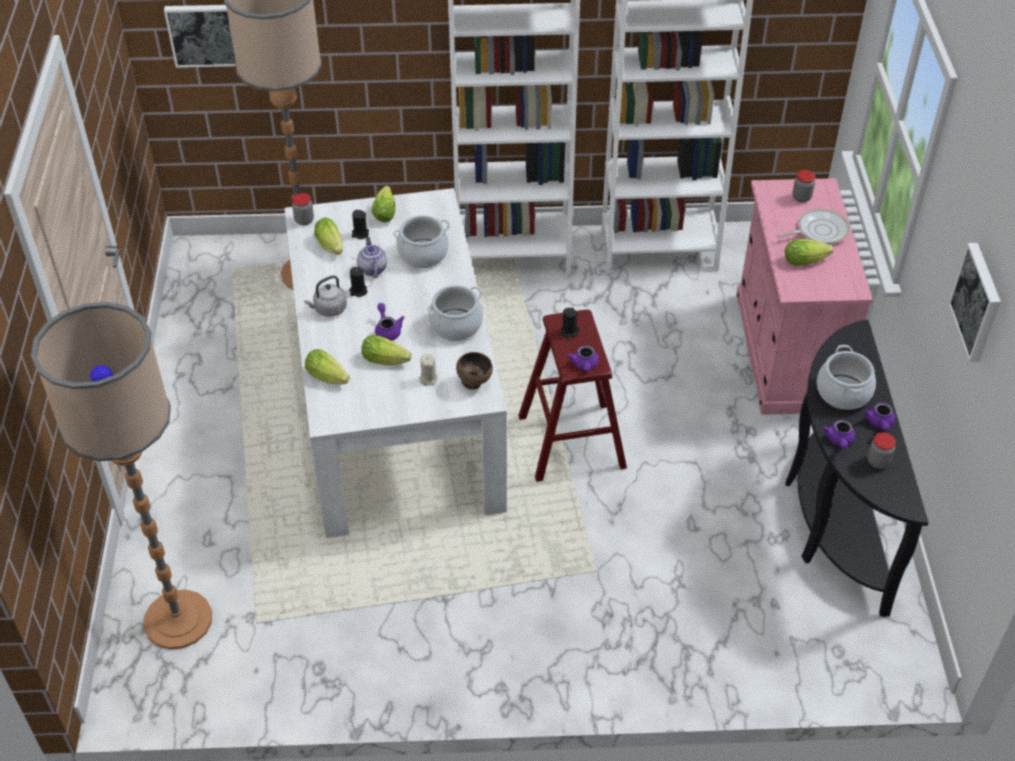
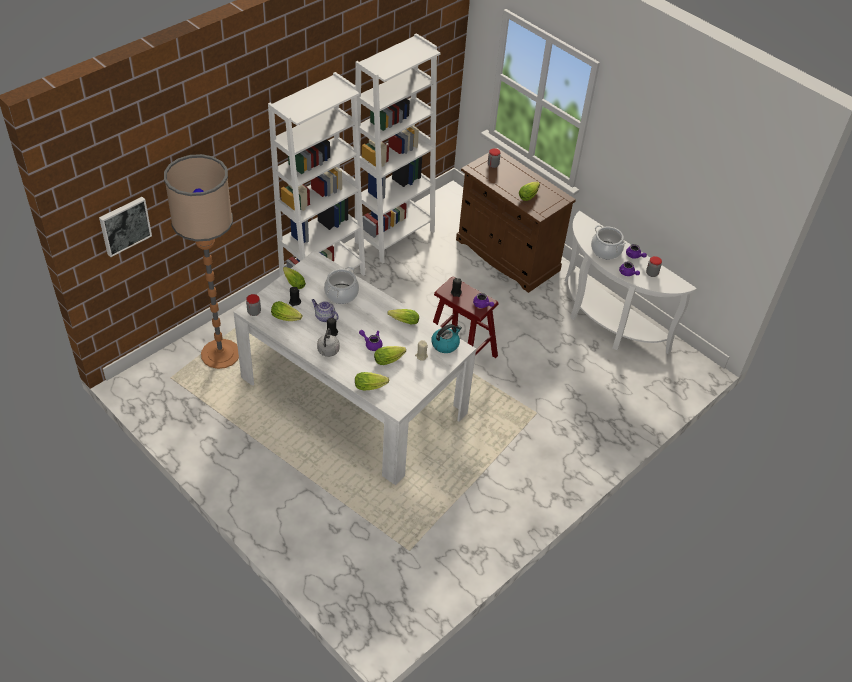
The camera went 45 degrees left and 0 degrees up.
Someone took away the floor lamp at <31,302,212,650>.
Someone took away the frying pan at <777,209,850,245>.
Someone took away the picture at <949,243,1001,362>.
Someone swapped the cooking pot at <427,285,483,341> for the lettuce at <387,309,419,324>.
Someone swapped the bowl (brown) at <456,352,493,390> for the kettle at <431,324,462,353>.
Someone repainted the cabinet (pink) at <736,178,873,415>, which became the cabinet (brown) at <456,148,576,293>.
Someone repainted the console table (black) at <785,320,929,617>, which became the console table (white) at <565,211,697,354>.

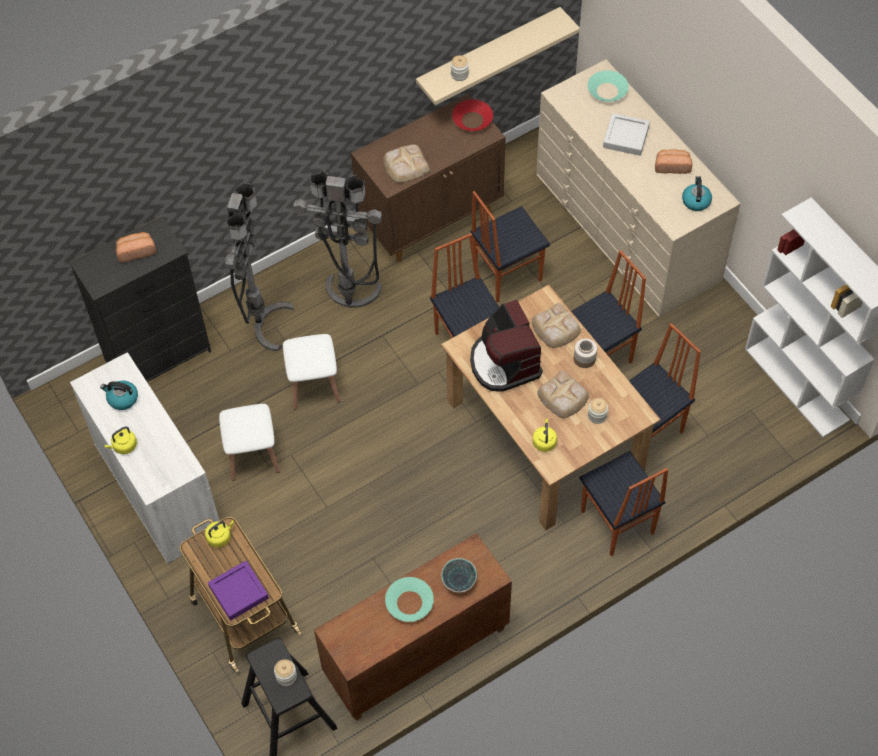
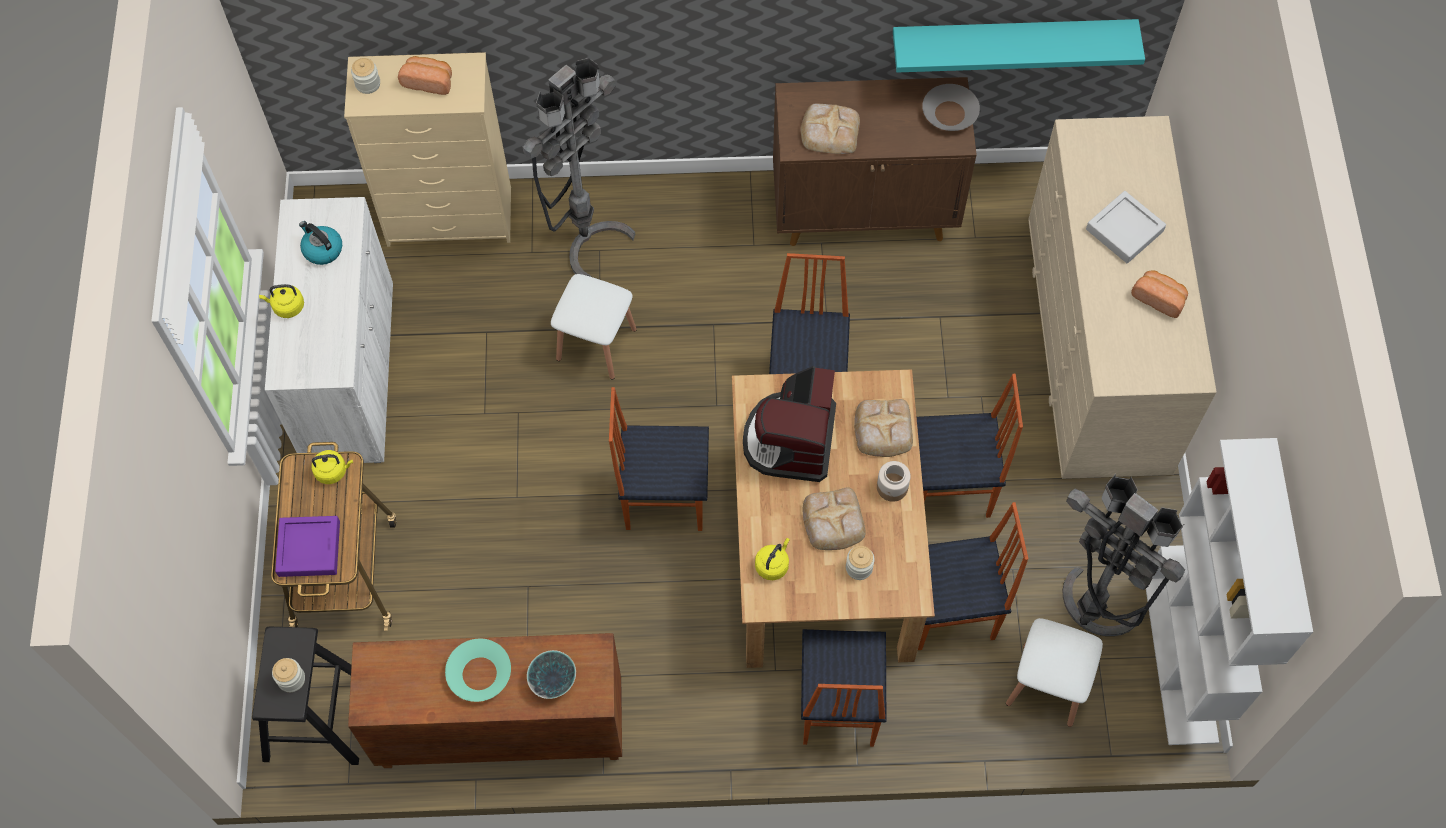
The camera went 30 degrees right and 5 degrees up.
Someone took away the bowl (turquoise) at <588,70,629,102>.
Someone took away the kettle at <682,176,712,211>.
Someone carried the stool (white) from <219,404,280,481> to <1006,618,1103,727>.
Someone carried the floor lamp (grey) from <293,170,382,308> to <1062,474,1185,636>.
Someone carried the jar from <451,55,469,81> to <351,58,380,94>.
Someone carried the chair from <470,191,550,303> to <609,387,709,531>.
Someone repainted the dresser (black) at <69,216,211,382>, which became the dresser (beige) at <344,52,511,247>.
Someone repainted the shelf (beige) at <416,7,580,105>, which became the shelf (turquoise) at <893,19,1145,72>.
Someone repainted the bowl (red) at <452,99,493,131>, which became the bowl (grey) at <922,84,980,131>.

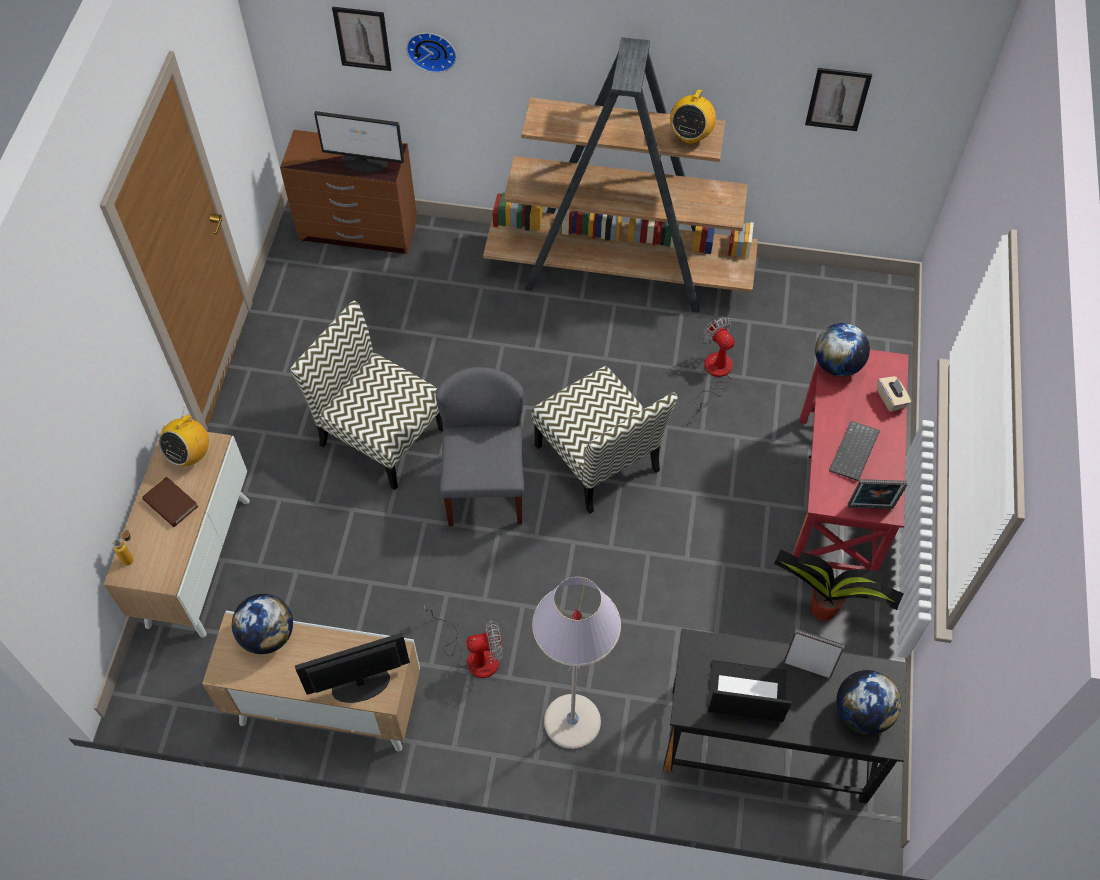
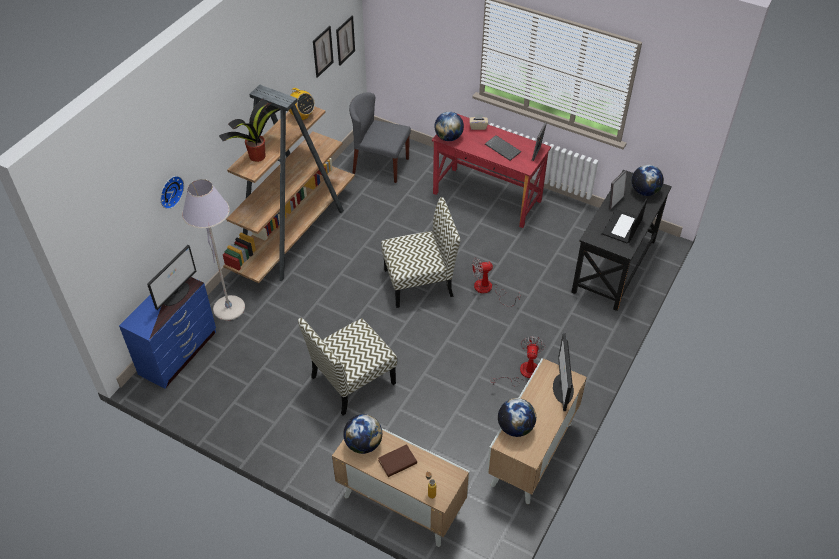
The camera went 70 degrees left and 10 degrees down.
Someone carried the picture from <332,7,391,71> to <336,16,355,66>.
Someone carried the chair (grey) from <435,367,524,526> to <349,92,411,183>.
Someone carried the floor lamp (grey) from <532,577,621,749> to <182,179,245,321>.
Someone carried the fan from <695,317,735,411> to <472,257,520,307>.
Someone carried the potted plant from <774,549,904,621> to <219,98,281,162>.
Someone swapped the radio at <159,407,209,466> for the globe at <343,414,382,454>.
Someone repainted the dresser (brown) at <280,130,417,254>, which became the dresser (blue) at <119,277,216,389>.

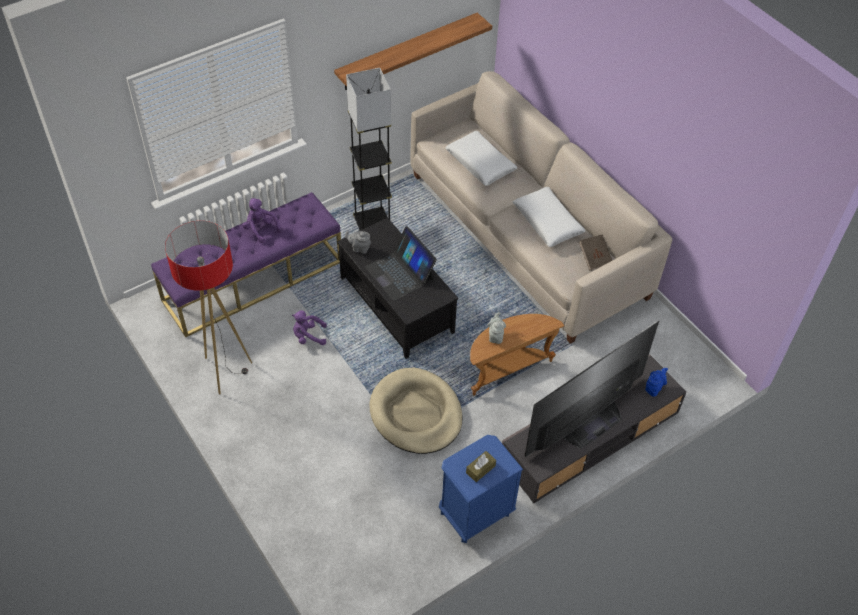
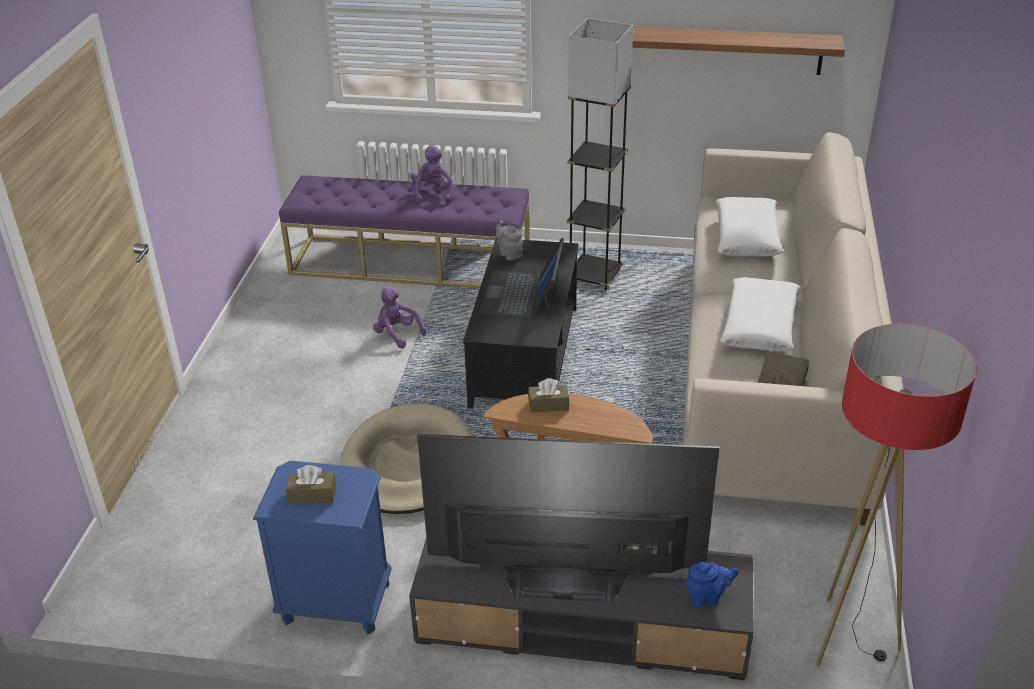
The camera went 45 degrees right and 15 degrees down.
Someone carried the floor lamp from <165,221,252,394> to <816,324,977,666>.
Someone swapped the teapot (grey) at <488,312,506,344> for the tissue box (brown) at <528,378,569,413>.

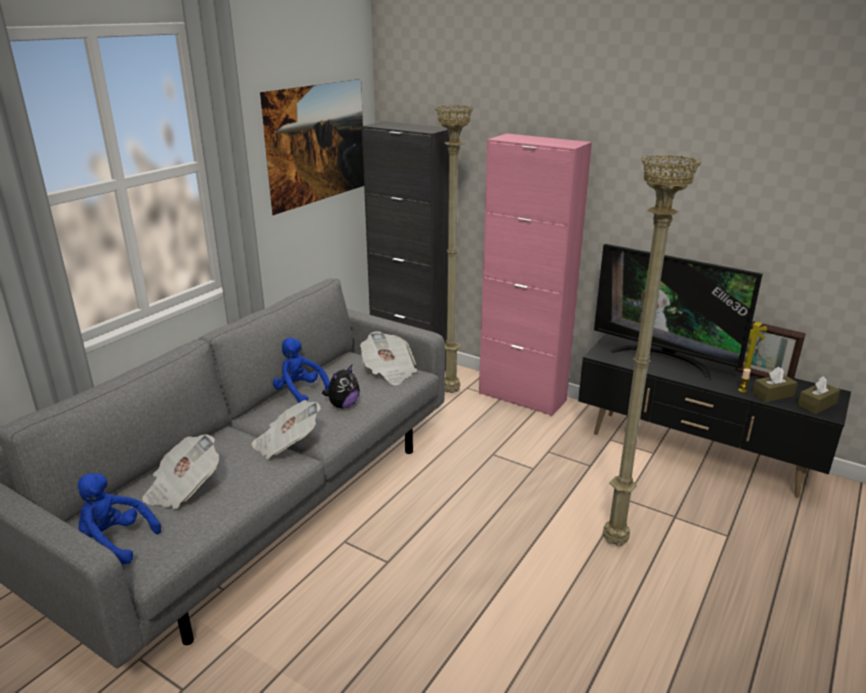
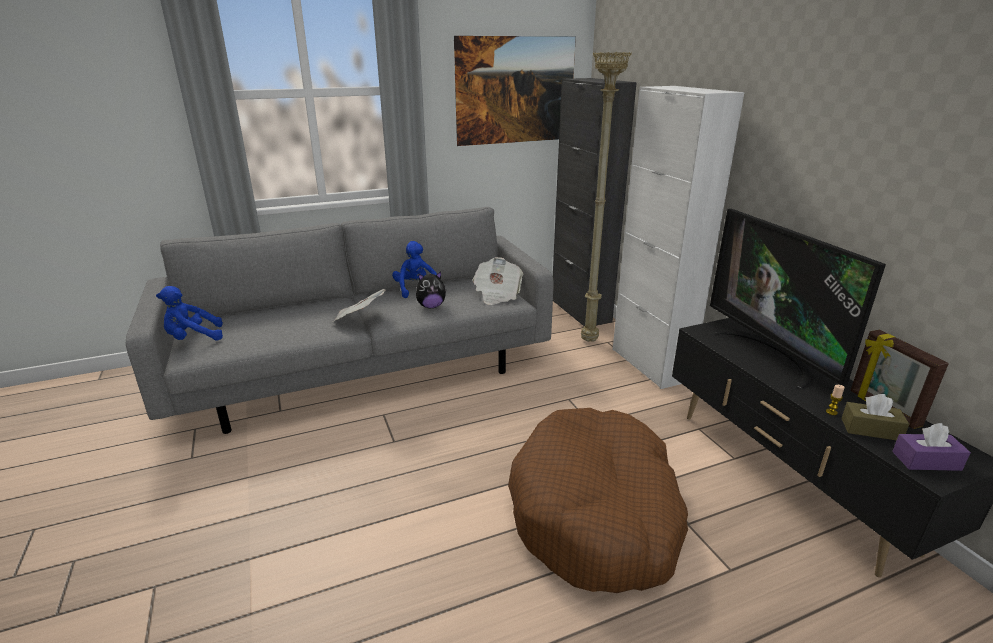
The camera went 35 degrees right and 0 degrees up.
Someone took away the newspaper at <142,434,219,509>.
Someone swapped the floor lamp (beige) at <603,155,701,546> for the dog bed (brown) at <508,408,688,593>.
Someone repainted the cabinet (pink) at <479,133,592,417>, which became the cabinet (white) at <613,86,744,389>.
Someone repainted the tissue box (brown) at <797,376,840,414>, which became the tissue box (purple) at <892,423,971,471>.
Someone rotated the plush toy (blue) at <78,473,161,565> by 75 degrees counterclockwise.

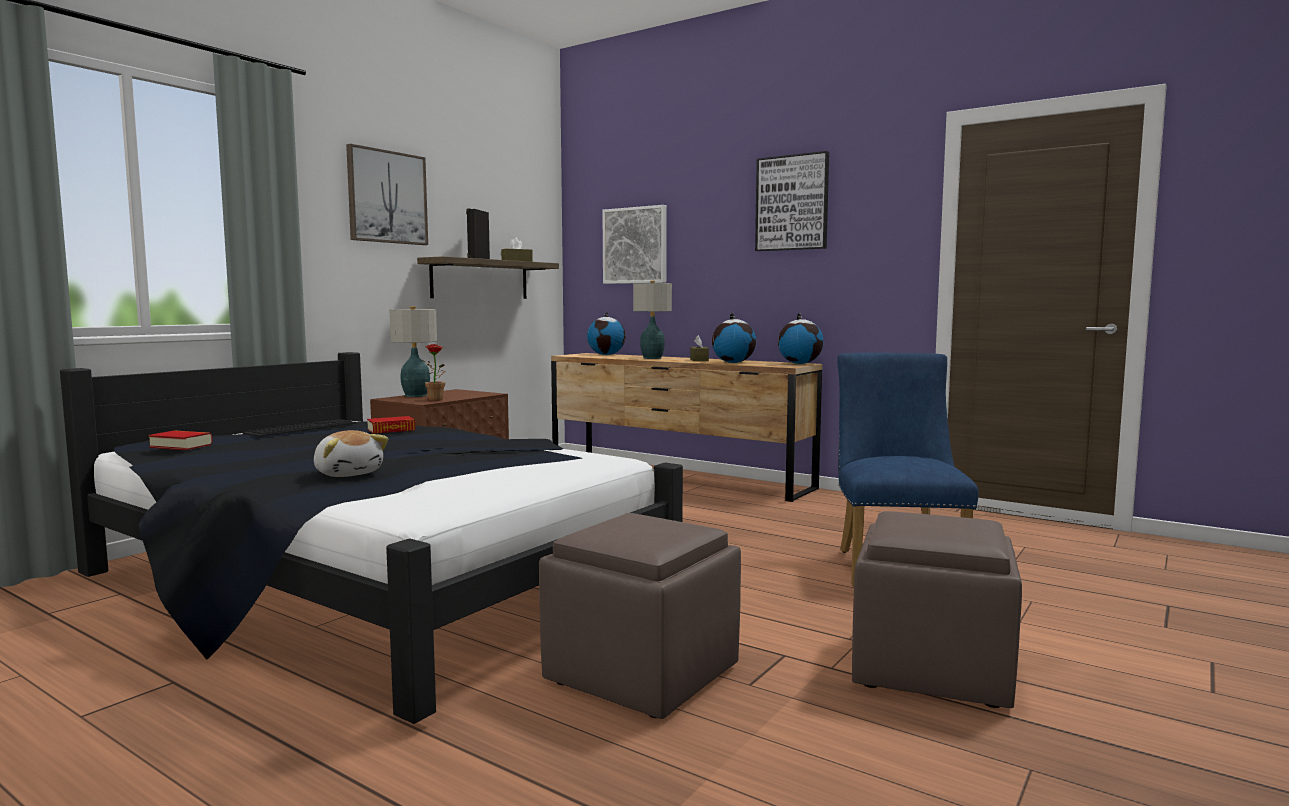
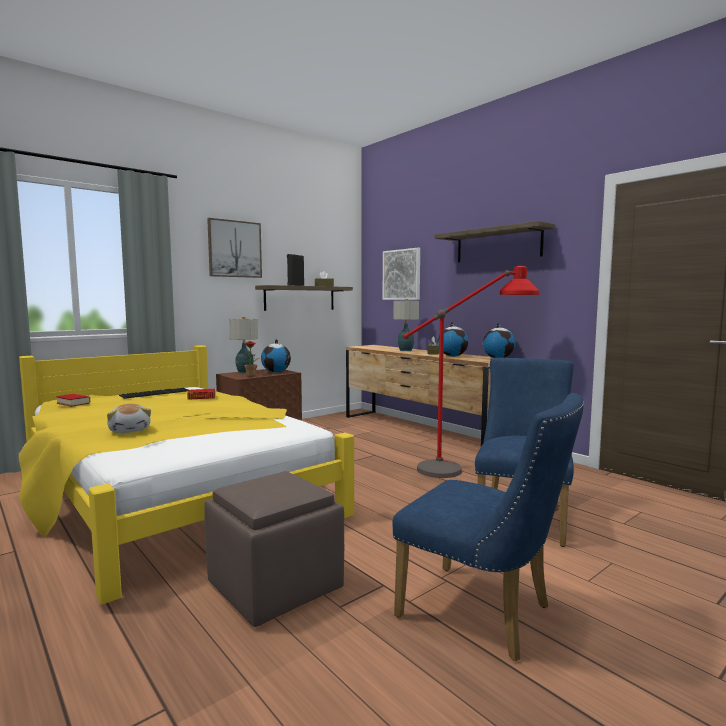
The camera went 15 degrees right and 0 degrees up.
Someone put down the floor lamp (red) at <403,266,539,478>.
Someone carried the globe from <587,311,626,355> to <261,339,291,373>.
Someone swapped the picture at <755,151,829,251> for the shelf at <435,221,555,262>.
Someone swapped the ottoman (brown) at <852,511,1022,708> for the chair (blue) at <393,393,584,661>.
Someone repainted the bed (black) at <60,352,683,724>, which became the bed (yellow) at <19,345,354,605>.

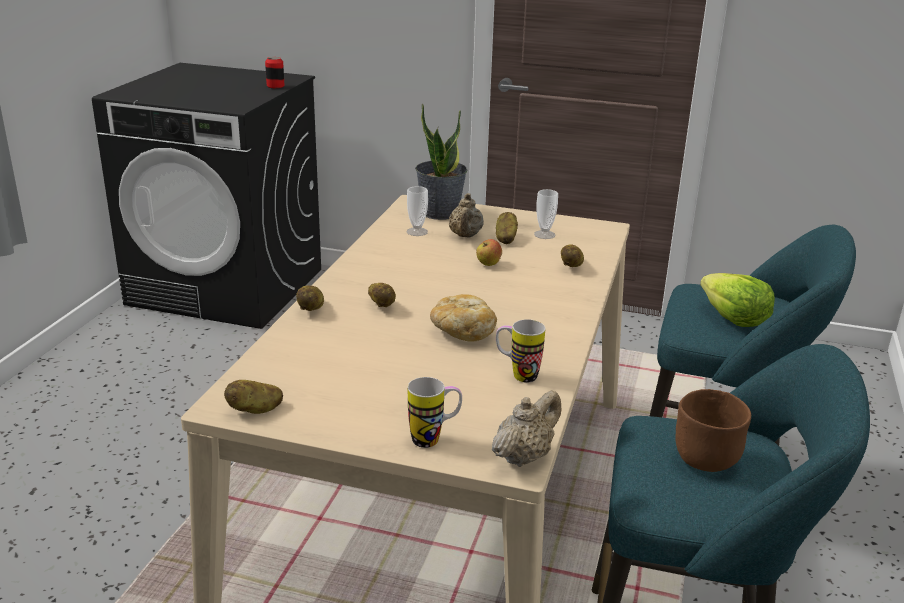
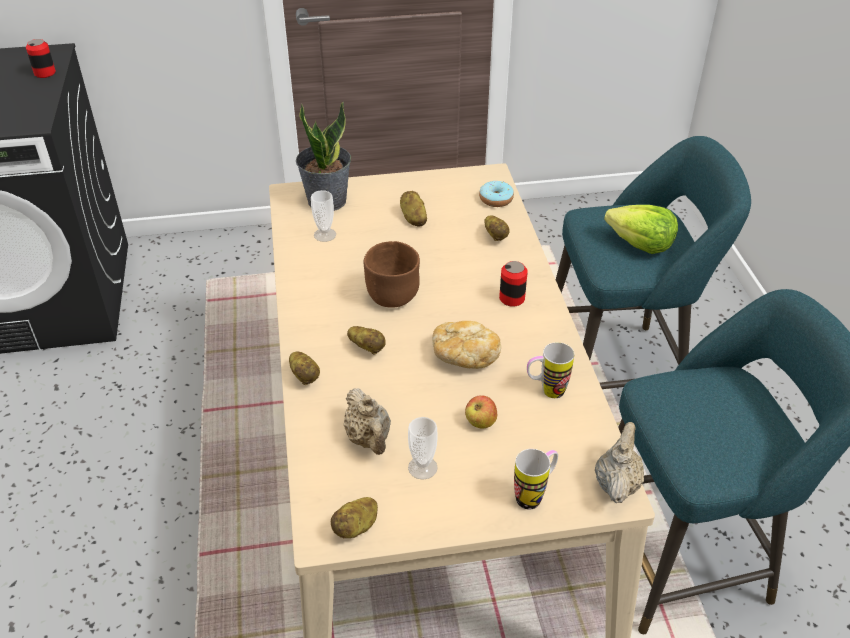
The camera went 25 degrees left and 15 degrees up.
Someone put down the donut at <479,181,514,207>.
Someone put down the can at <499,261,528,307>.
Someone carried the teapot (beige) from <449,193,484,238> to <344,388,391,455>.
Someone carried the apple from <476,239,502,266> to <465,395,497,429>.
Someone carried the cup from <534,189,558,239> to <408,417,438,480>.
Someone carried the bowl (brown) from <675,389,751,472> to <364,241,420,308>.

